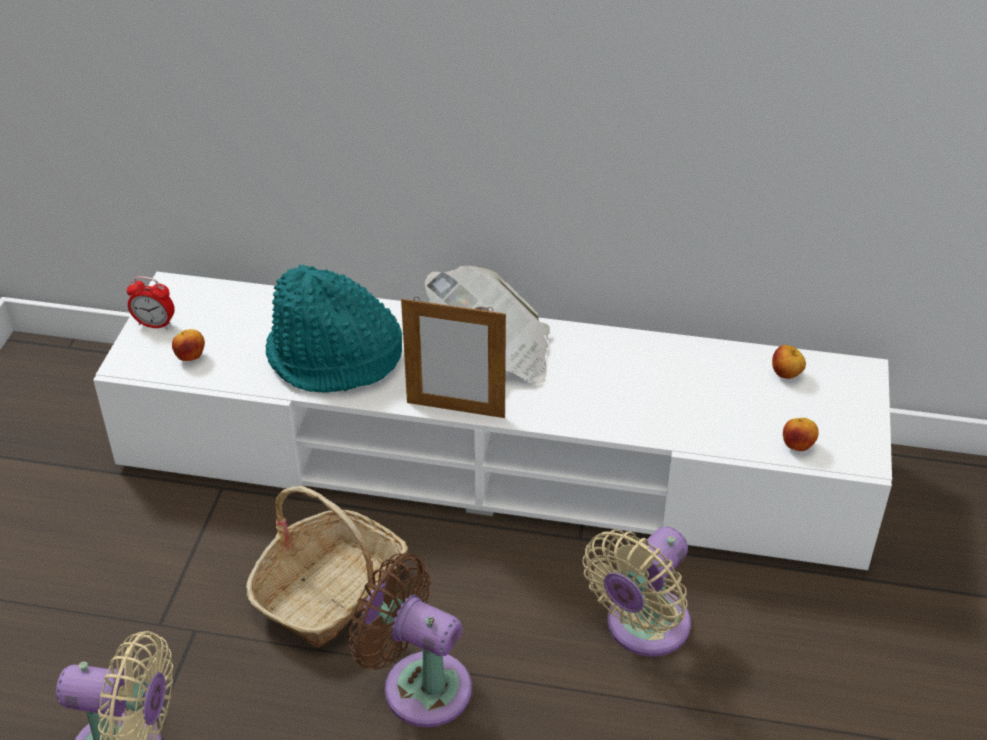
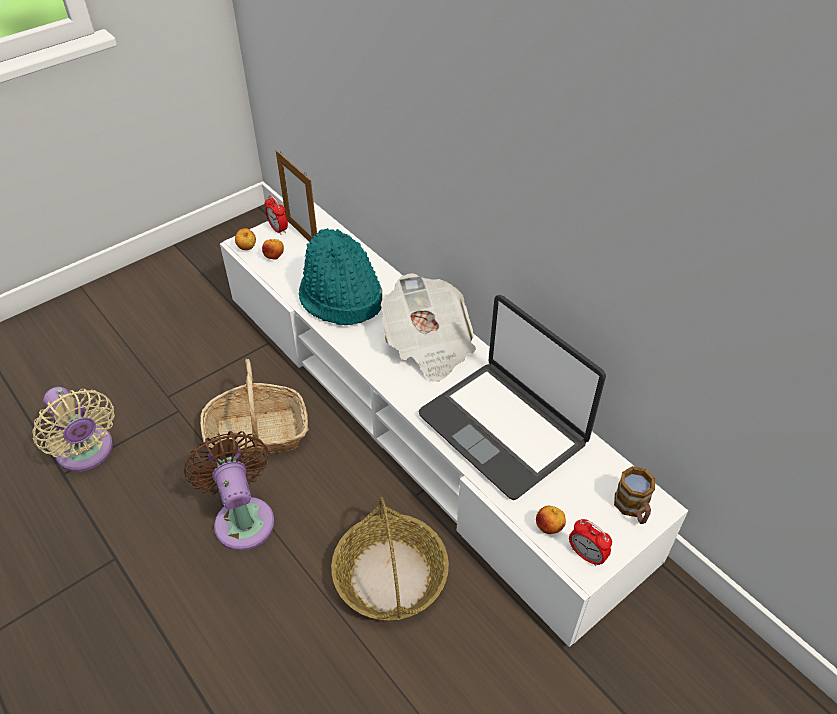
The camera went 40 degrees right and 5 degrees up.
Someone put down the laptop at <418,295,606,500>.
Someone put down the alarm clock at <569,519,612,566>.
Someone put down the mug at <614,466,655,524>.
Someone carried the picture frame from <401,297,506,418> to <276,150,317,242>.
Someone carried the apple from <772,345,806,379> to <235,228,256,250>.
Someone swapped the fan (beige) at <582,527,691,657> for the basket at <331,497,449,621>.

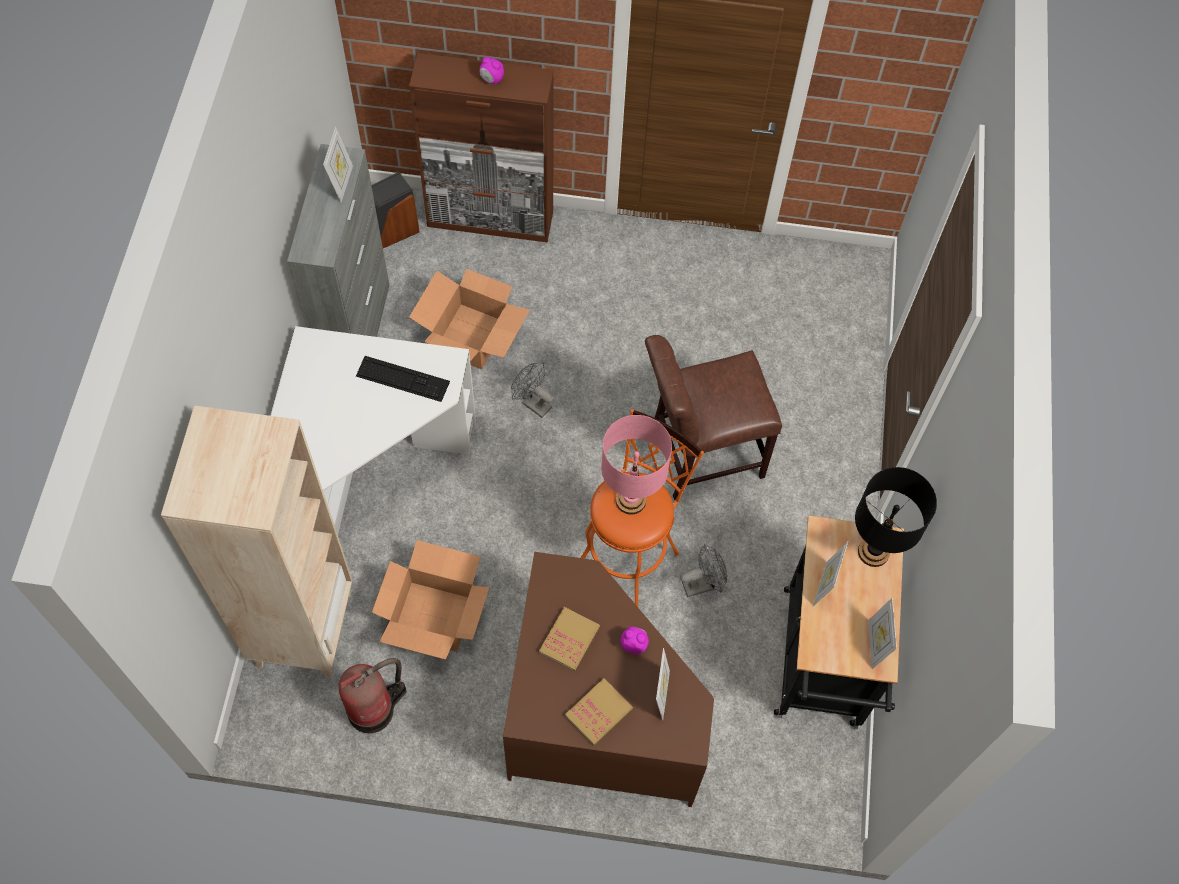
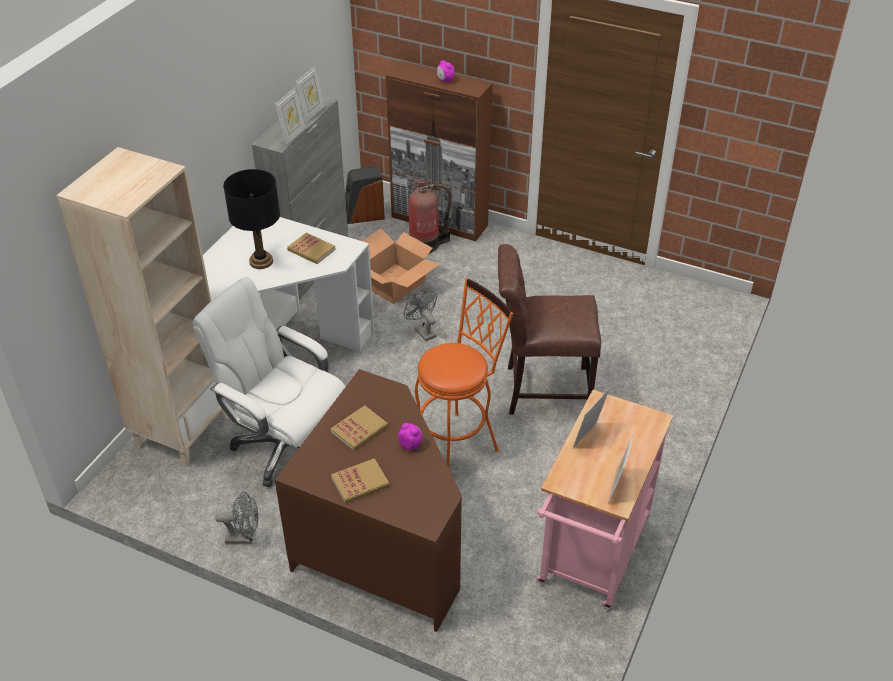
The camera went 20 degrees right and 20 degrees down.
Someone took away the table lamp (pink) at <601,415,672,515>.
Someone carried the fire extinguisher from <339,658,407,733> to <409,182,452,253>.
Someone carried the picture frame from <656,648,670,721> to <275,88,305,146>.
Someone carried the fan (grey) from <680,544,727,597> to <215,492,259,544>.
Someone carried the table lamp (black) from <855,467,937,567> to <223,169,280,269>.
Someone swapped the keyboard at <356,356,450,402> for the book at <287,233,336,264>.
Someone swapped the cardboard box at <372,540,490,660> for the office chair (white) at <192,277,346,487>.
Someone repainted the cart (black) at <774,516,904,729>, which became the cart (pink) at <536,390,673,609>.

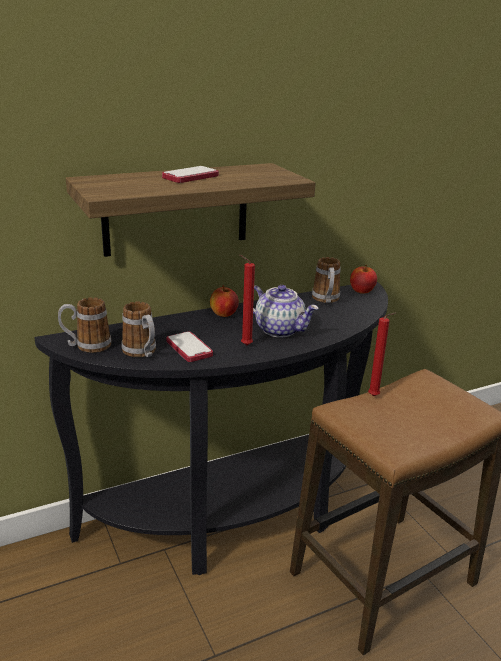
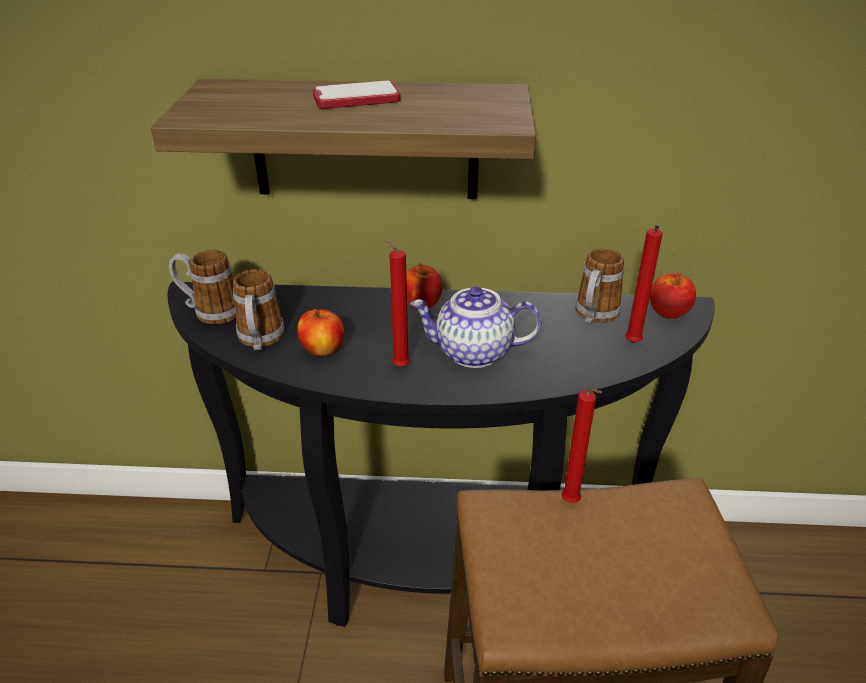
The camera went 30 degrees right and 10 degrees up.
Someone put down the candle (red) at <625,225,663,343>.
Someone swapped the phone at <166,331,213,362> for the apple at <297,309,344,356>.
Someone rotated the teapot at <253,285,319,337> by 120 degrees clockwise.

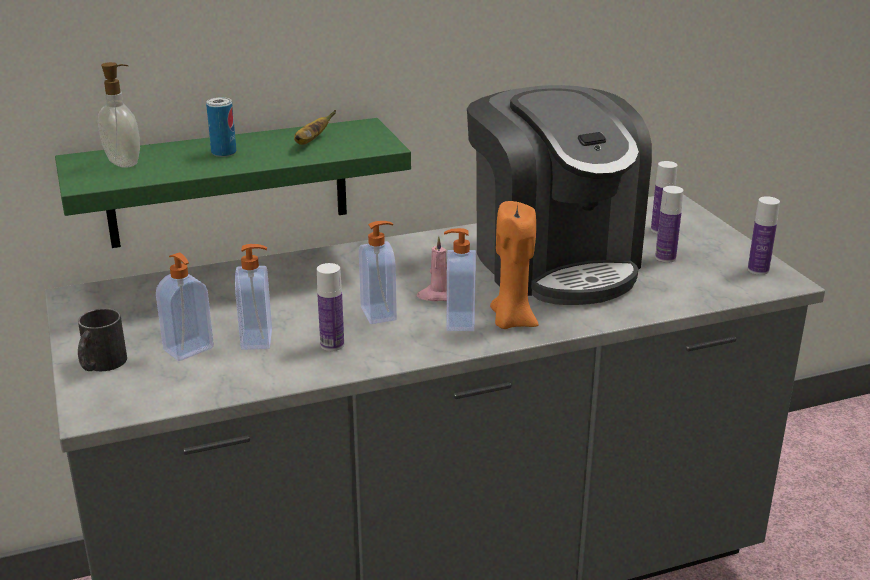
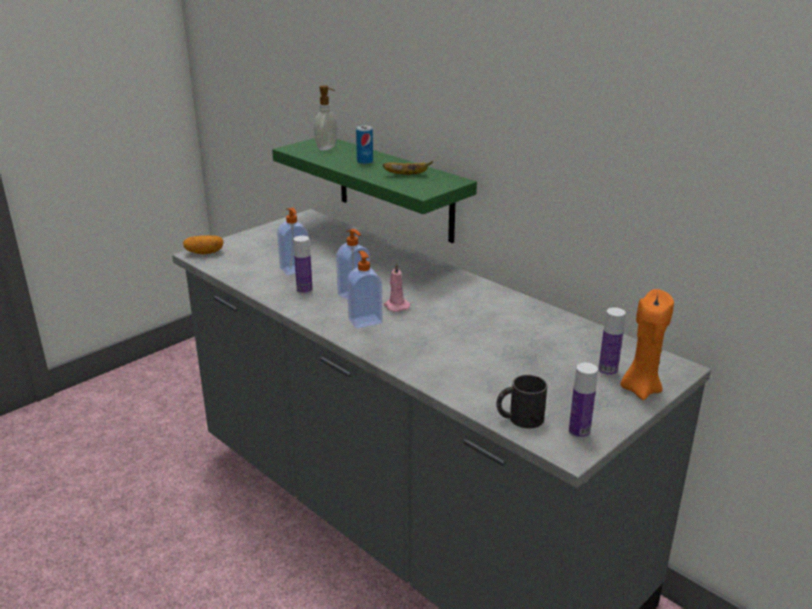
The camera went 65 degrees right and 0 degrees up.
Someone took away the soap dispenser at <156,253,214,361>.
Someone took away the coffee machine at <467,85,652,305>.
Someone took away the bottle at <655,186,683,263>.
Someone put down the potato at <183,235,224,254>.
Someone carried the mug (black) from <78,308,127,371> to <496,375,547,428>.
Someone carried the candle (orange) from <490,201,539,329> to <620,289,674,400>.

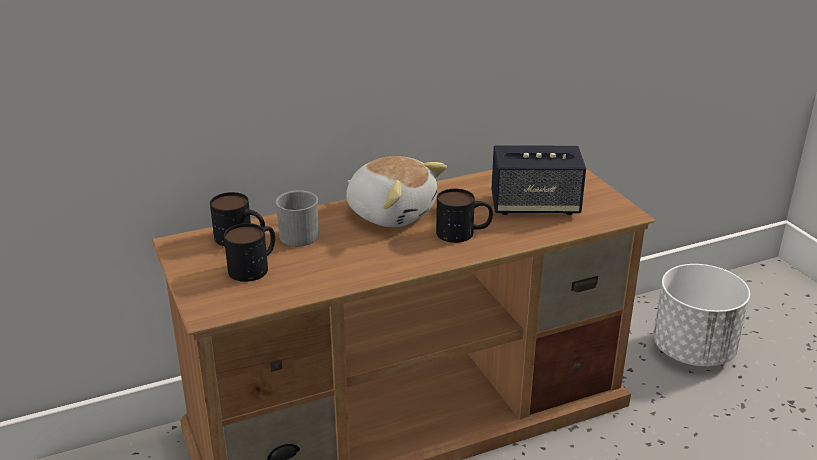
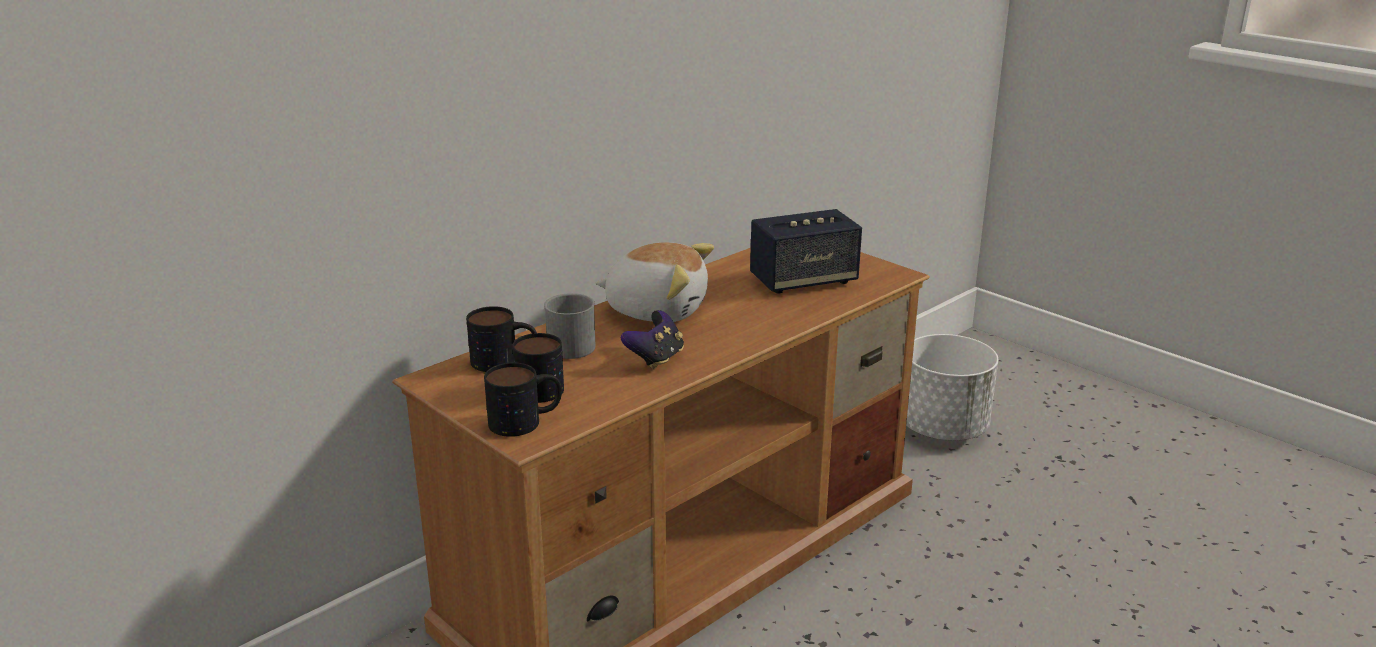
The camera went 20 degrees left and 5 degrees down.
Someone put down the game controller at <621,310,684,369>.
Someone carried the mug from <436,189,493,243> to <484,363,562,437>.

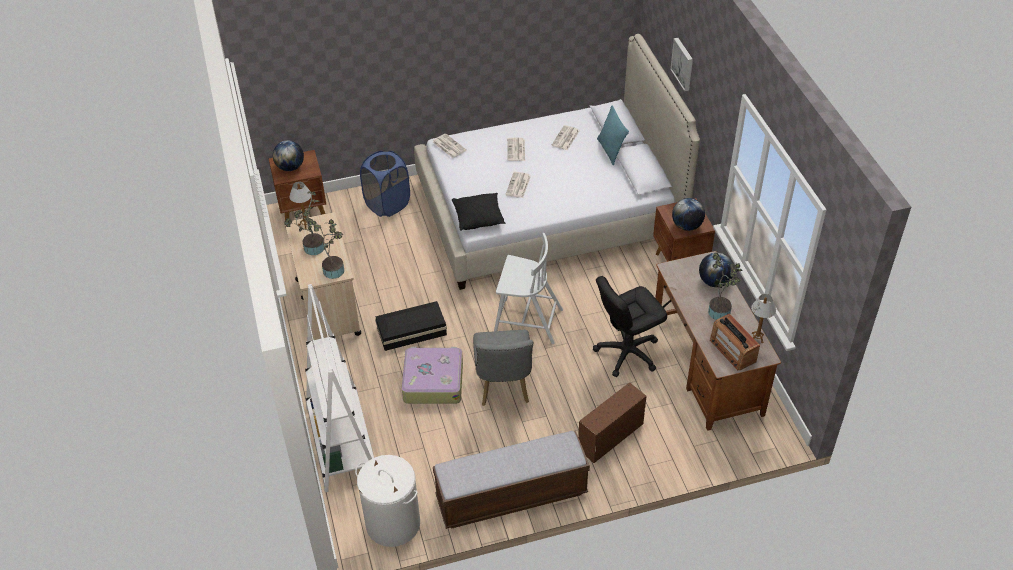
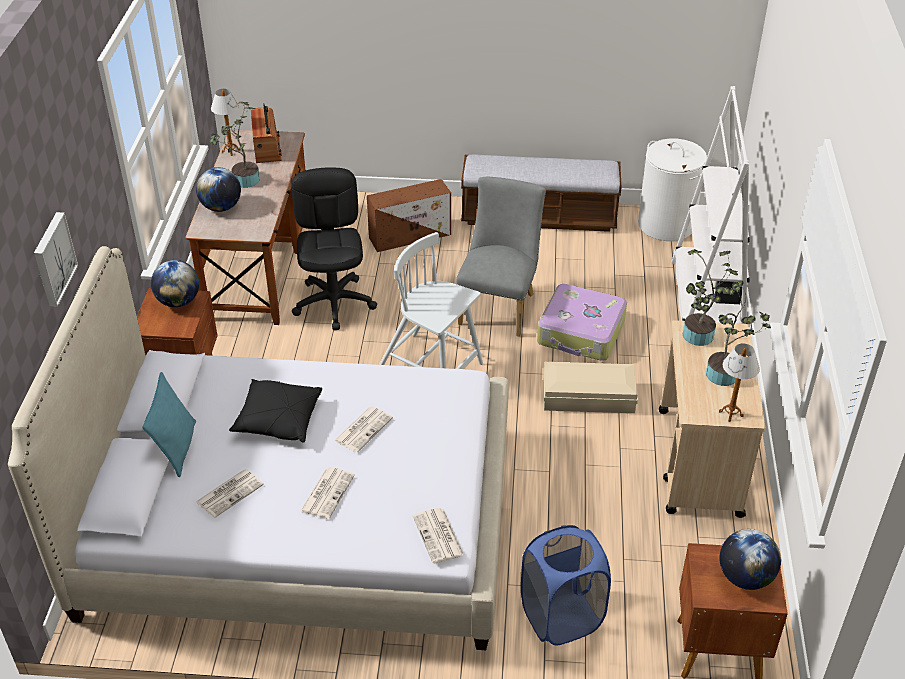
The camera went 160 degrees left and 5 degrees down.
Someone carried the pillow (black) from <452,193,505,231> to <229,379,322,443>.
Someone repainted the storage box (black) at <375,301,447,351>, which became the storage box (beige) at <543,362,638,413>.
Someone rotated the office chair (black) at <593,276,667,377> by 90 degrees counterclockwise.

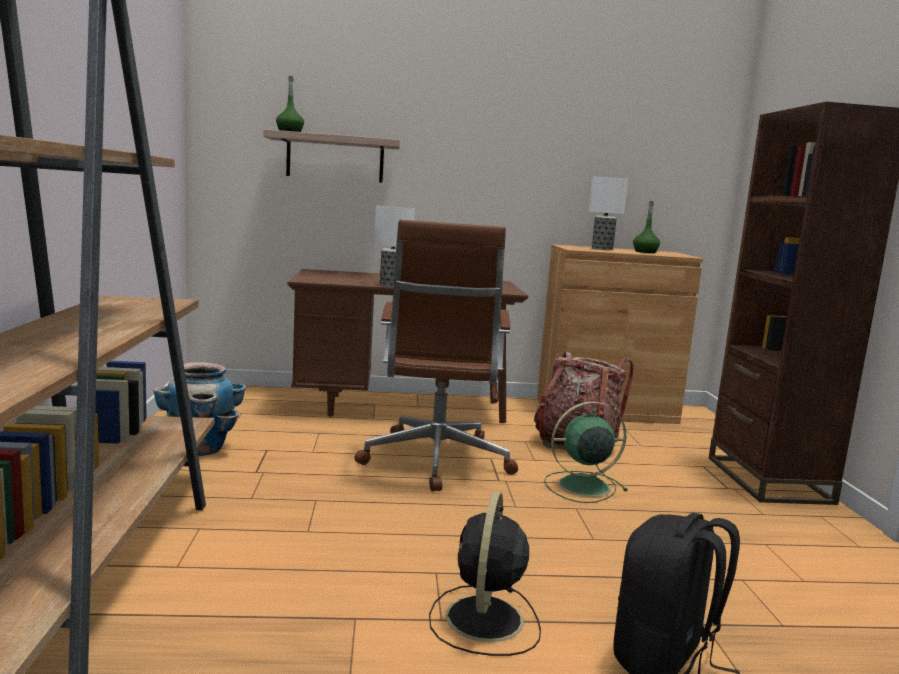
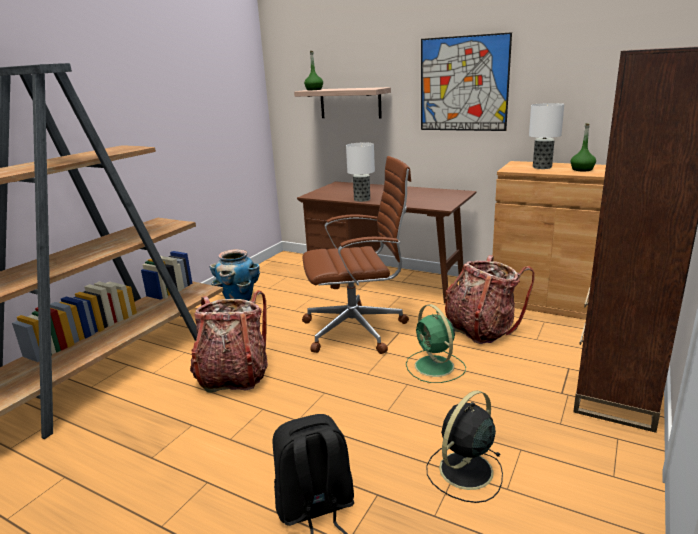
The camera went 35 degrees right and 10 degrees up.
Someone put down the backpack at <190,290,268,393>.
Someone put up the picture at <421,32,512,131>.
Someone carried the fan (black) from <429,492,541,656> to <426,390,503,503>.
Someone rotated the office chair (brown) at <354,220,518,491> by 135 degrees counterclockwise.
Someone rotated the fan (green) at <544,402,628,503> by 135 degrees counterclockwise.

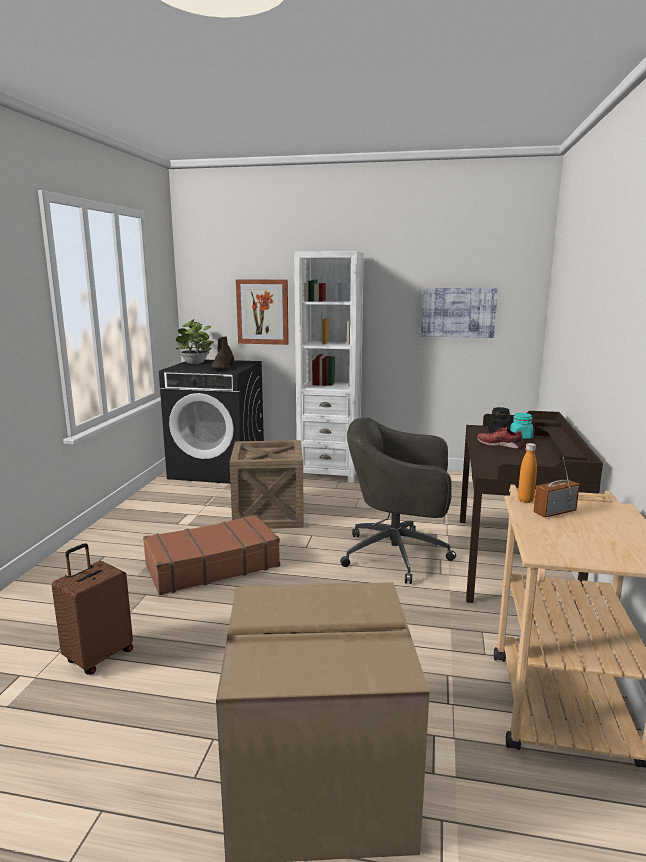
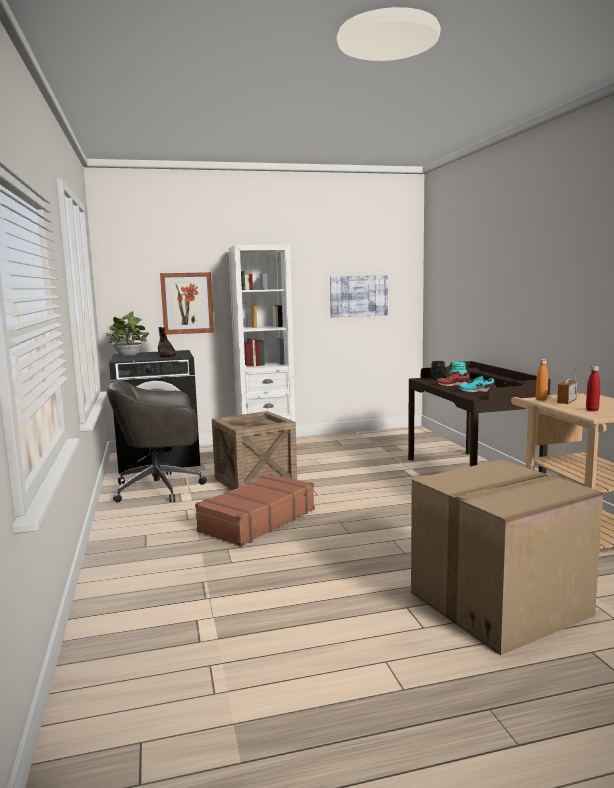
The camera went 25 degrees left and 5 degrees down.
Someone took away the suitcase (brown) at <52,543,133,675>.
Someone put down the shoe (turquoise) at <458,376,496,392>.
Someone put down the bottle (red) at <586,366,600,411>.
Someone carried the office chair (grey) from <340,417,456,584> to <107,380,207,502>.

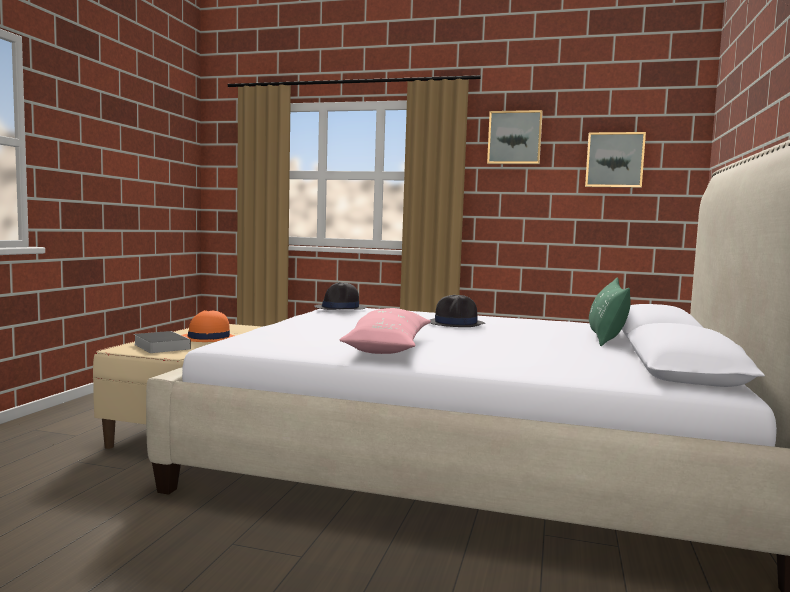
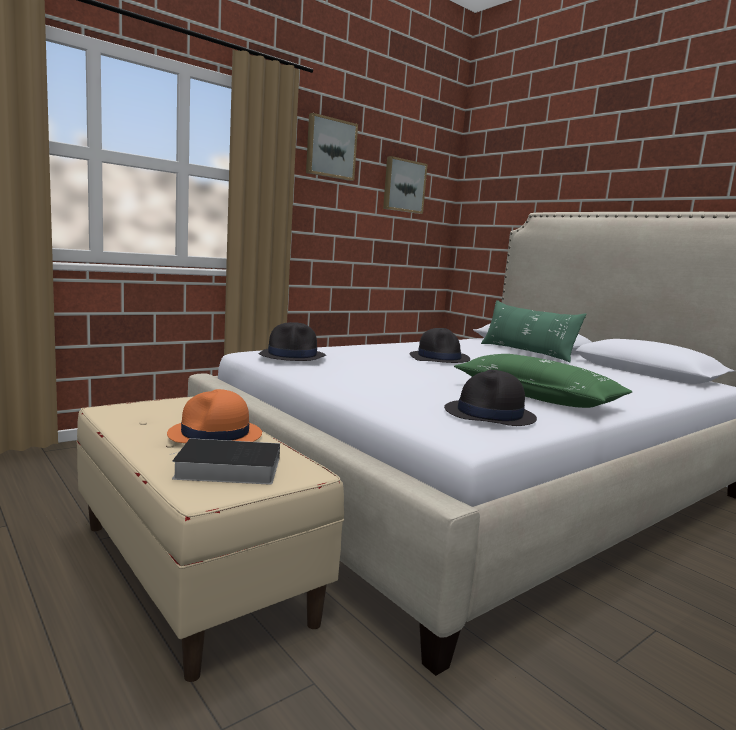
The camera went 55 degrees left and 5 degrees up.
Someone put down the hat (black) at <444,370,537,426>.
Someone repainted the pillow (pink) at <339,308,431,354>, which became the pillow (green) at <454,354,632,408>.

